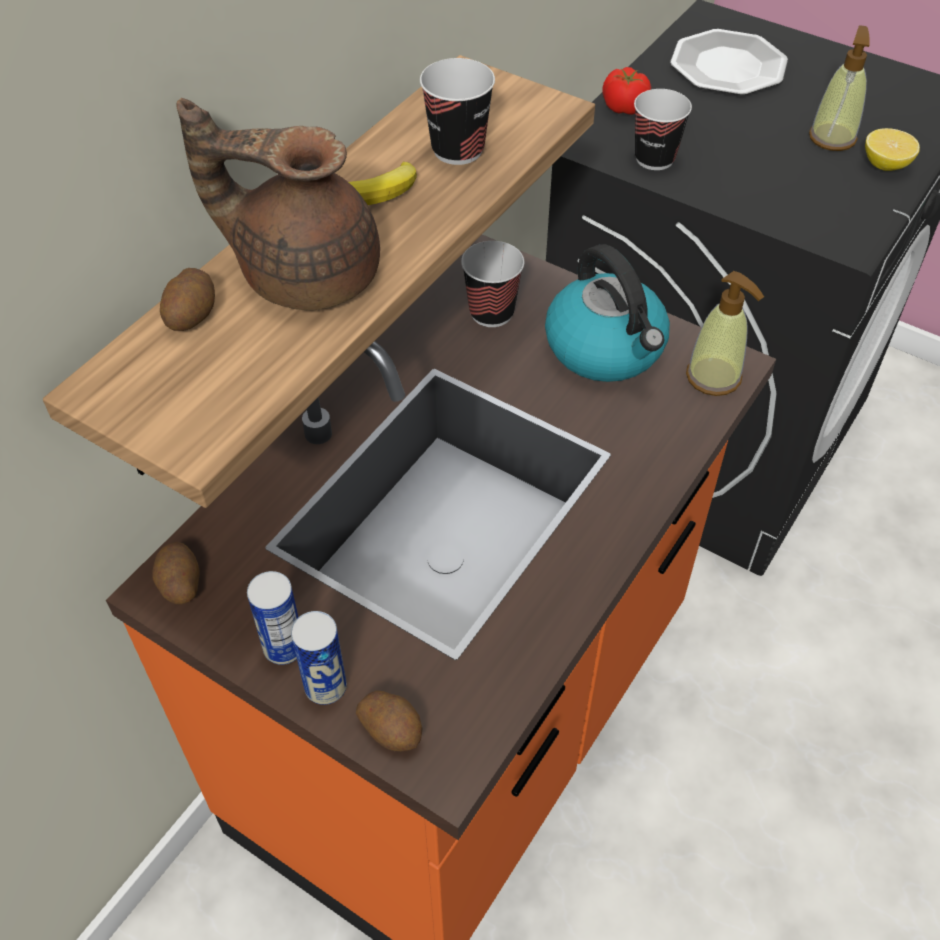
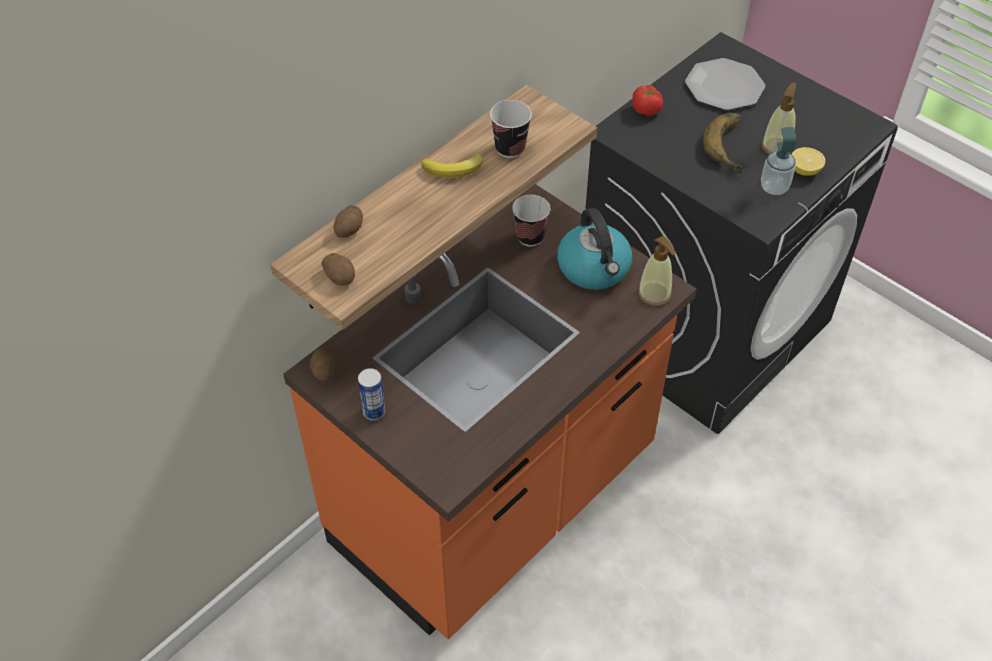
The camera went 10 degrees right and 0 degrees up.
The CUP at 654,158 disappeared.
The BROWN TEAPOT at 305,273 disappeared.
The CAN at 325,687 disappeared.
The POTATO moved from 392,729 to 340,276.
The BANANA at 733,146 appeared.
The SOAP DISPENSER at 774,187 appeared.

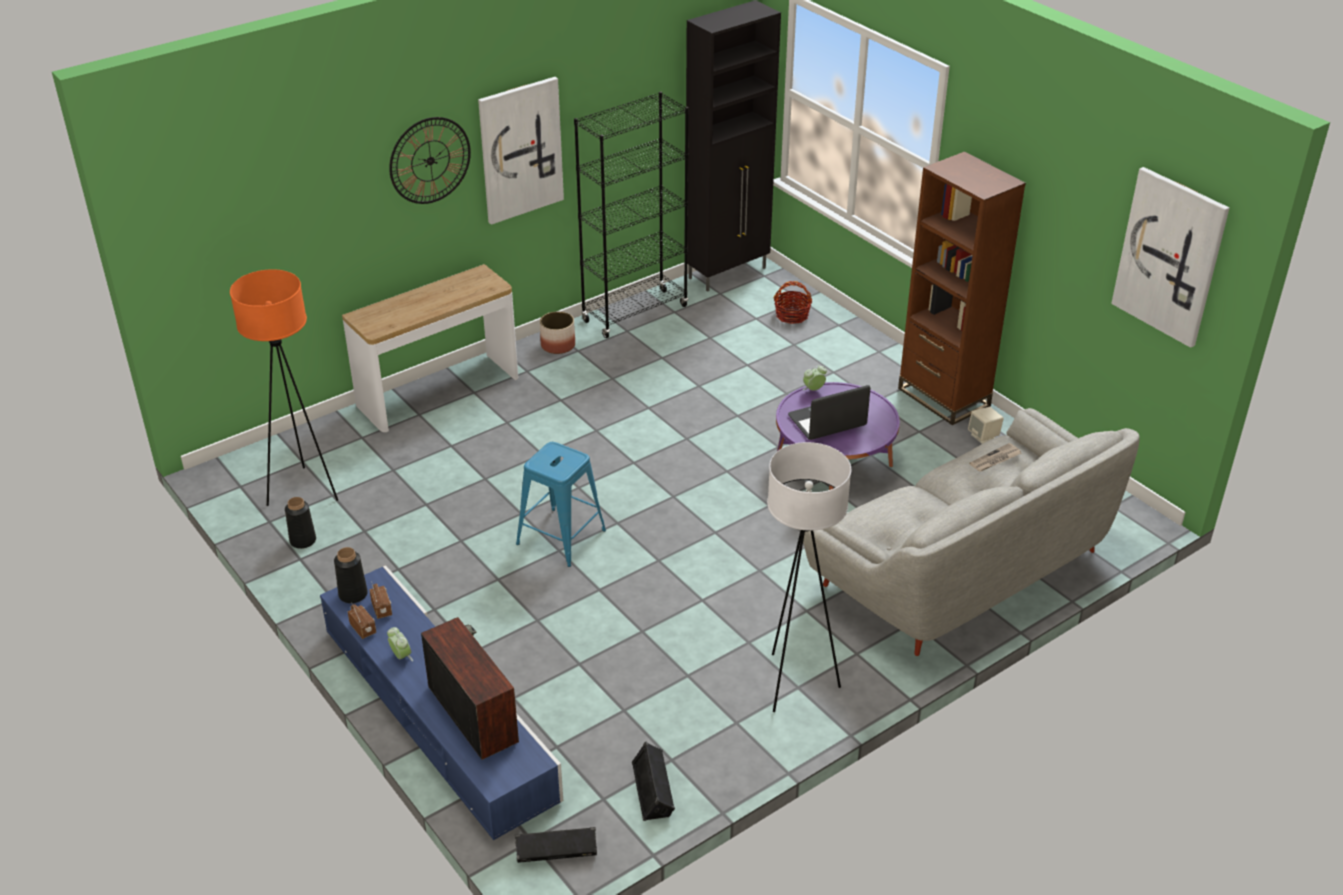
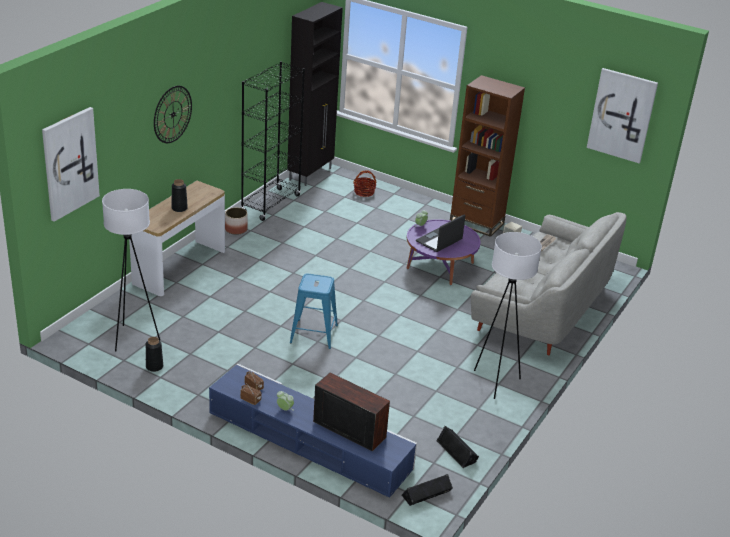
The camera went 25 degrees left and 5 degrees down.
The PICTURE moved from 520,150 to 70,163.
The ORANGE FLOOR LAMP at 303,491 became the WHITE FLOOR LAMP at 133,339.
The BLACK VASE moved from 353,594 to 179,208.

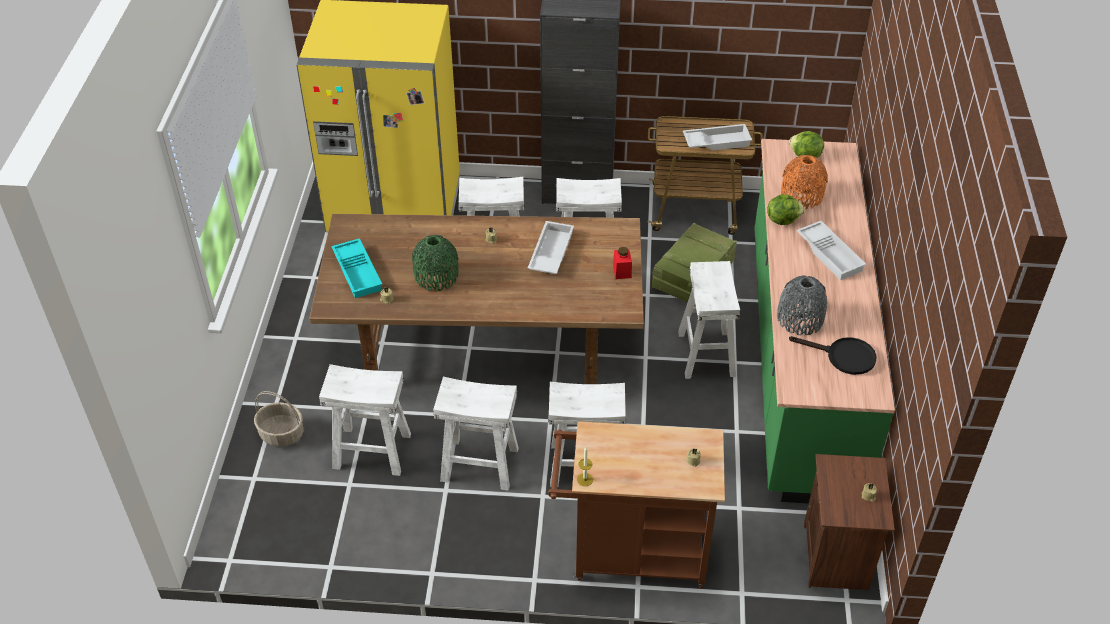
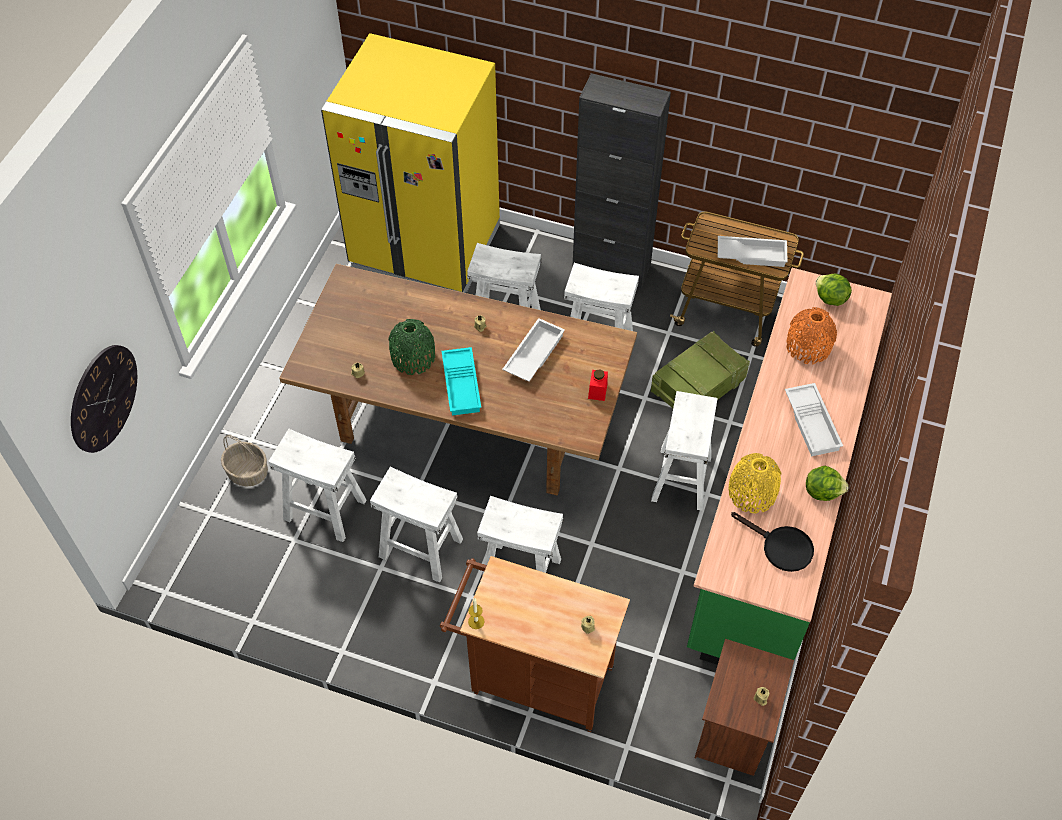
The camera went 15 degrees right and 10 degrees up.
The LETTUCE moved from 782,219 to 822,491.
The TURQUOISE TRAY moved from 358,272 to 462,385.
The GREY VASE at 800,319 became the YELLOW VASE at 752,493.
The WALL CLOCK at 103,398 appeared.

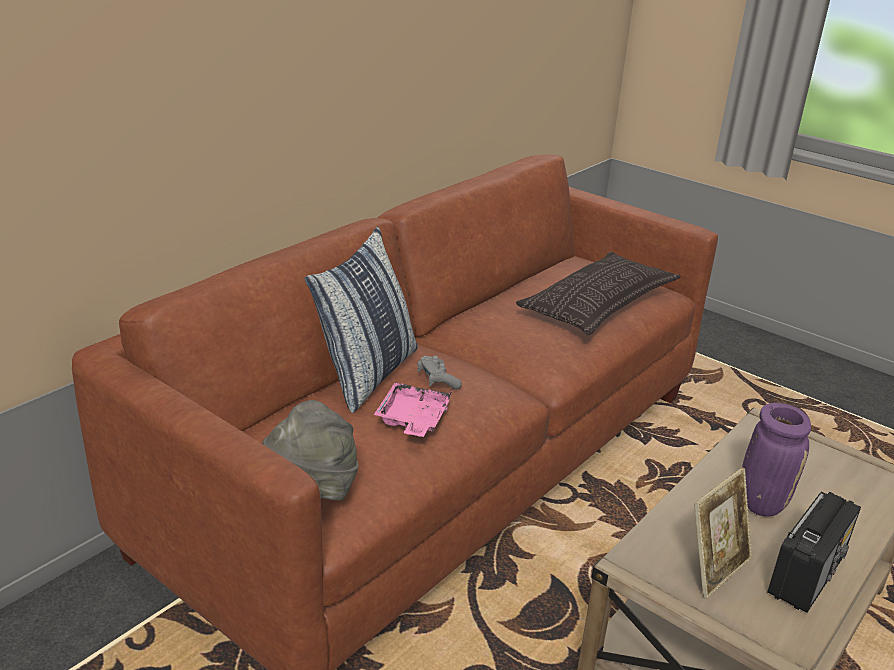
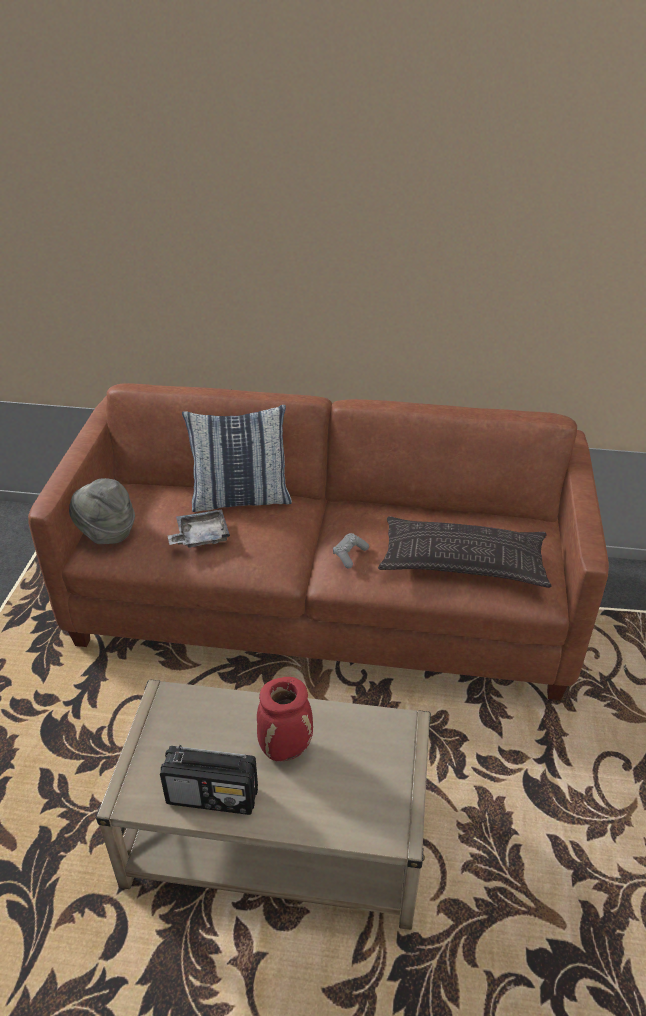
The camera went 60 degrees right and 10 degrees up.
The GREY GAME CONTROLLER moved from 437,380 to 349,555.
The PINK TRAY at 412,420 became the GREY TRAY at 201,536.
The PURPLE VASE at 760,502 became the RED VASE at 286,748.
The PICTURE FRAME at 714,569 disappeared.

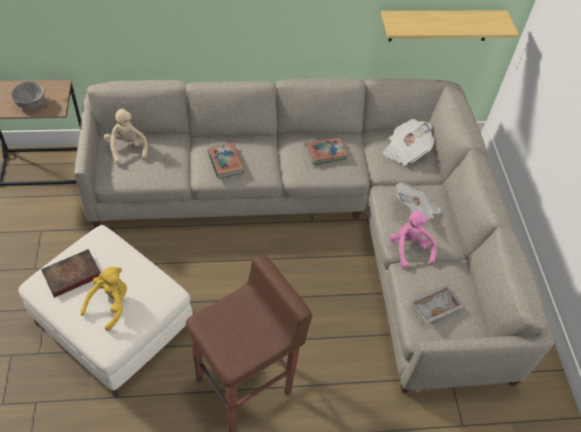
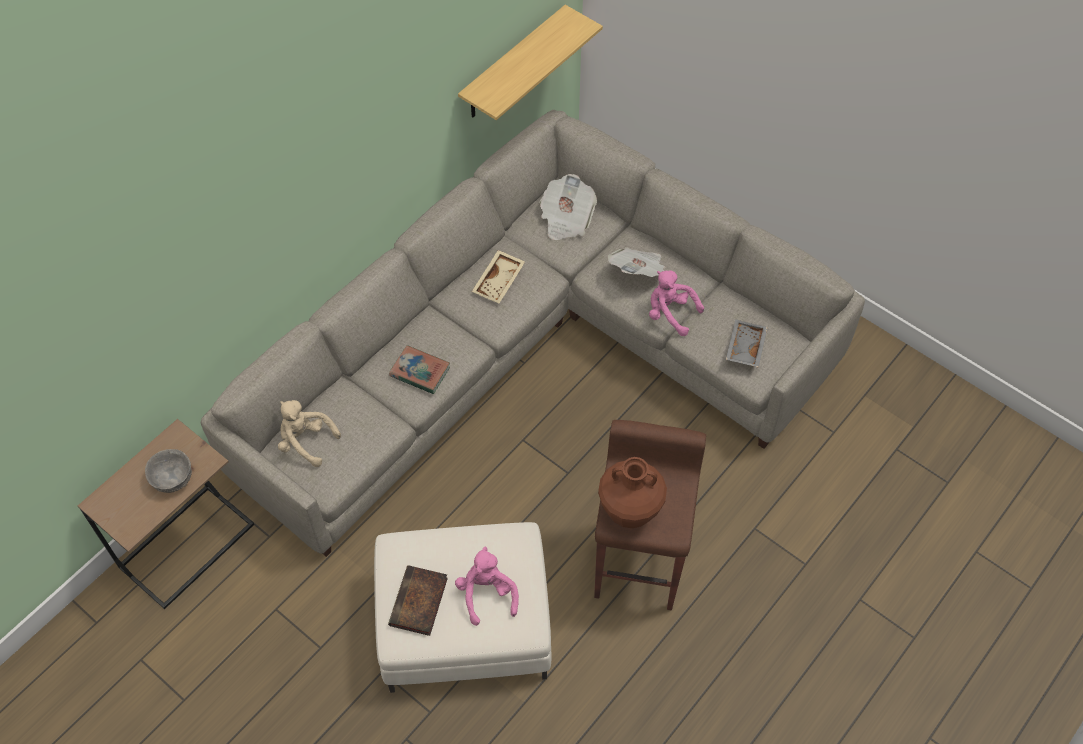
The camera went 40 degrees left and 5 degrees up.
The BOOK at 325,153 was replaced by the BEIGE TRAY at 499,282.
The YELLOW PLUSH TOY at 110,305 became the PINK PLUSH TOY at 487,594.
The BROWN VASE at 630,511 appeared.

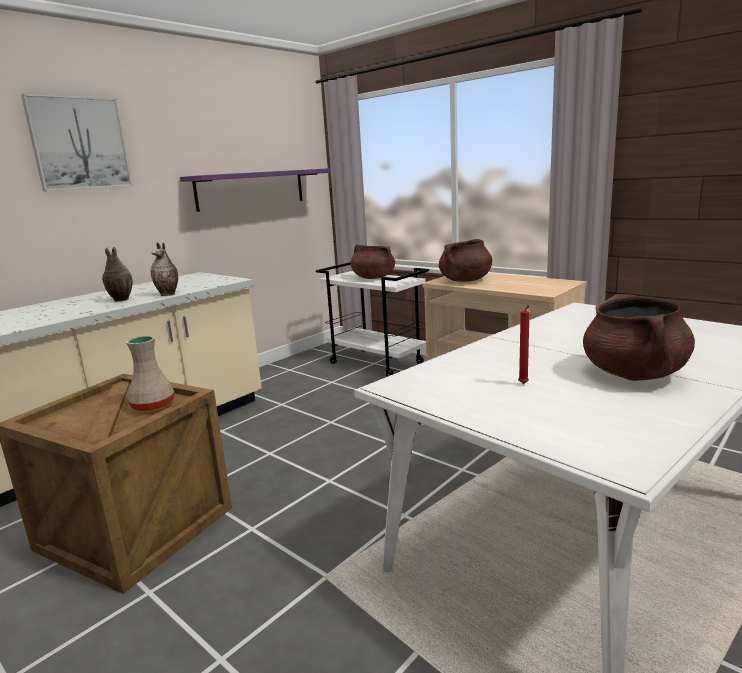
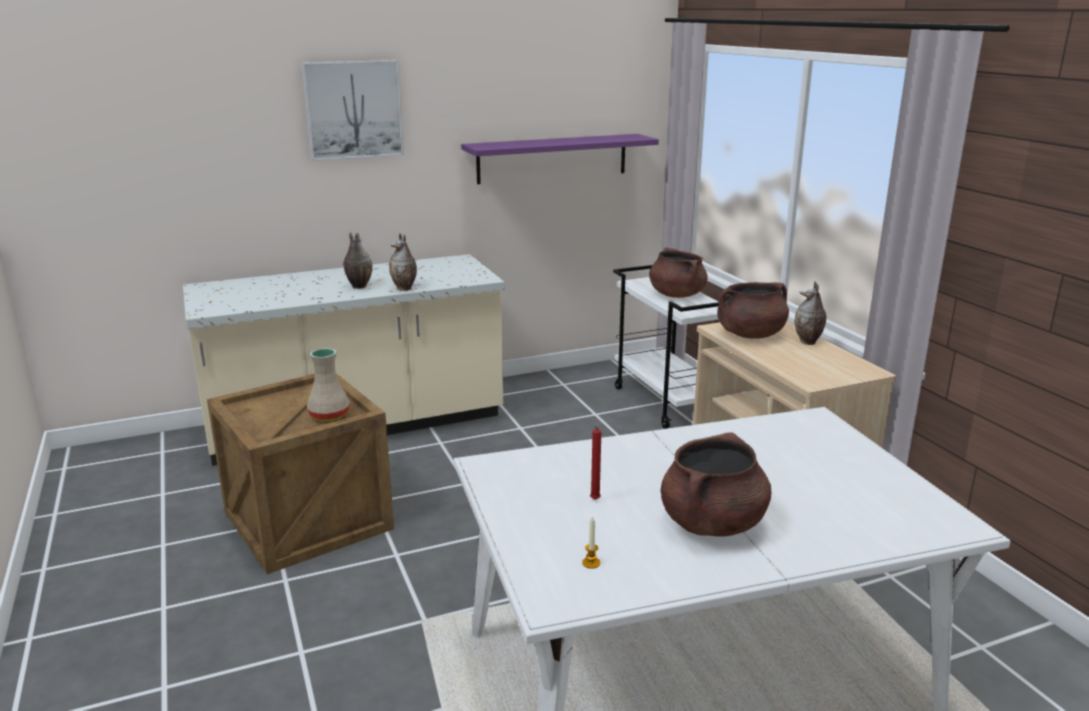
The camera went 25 degrees right and 5 degrees up.
The VASE at 808,342 appeared.
The CANDLE at 591,563 appeared.

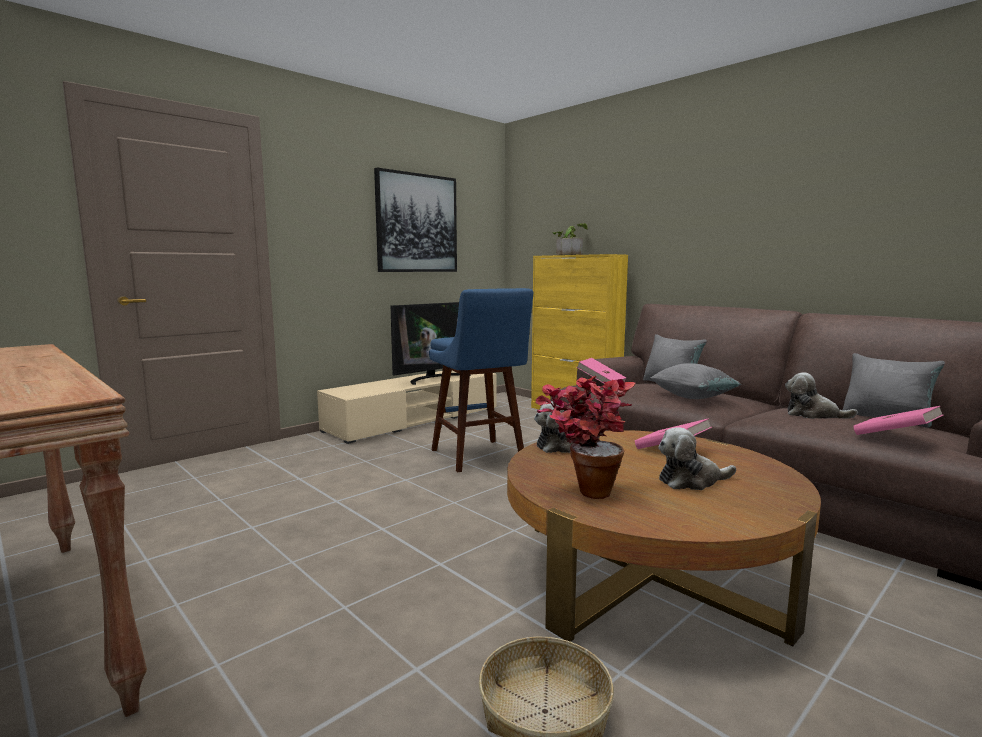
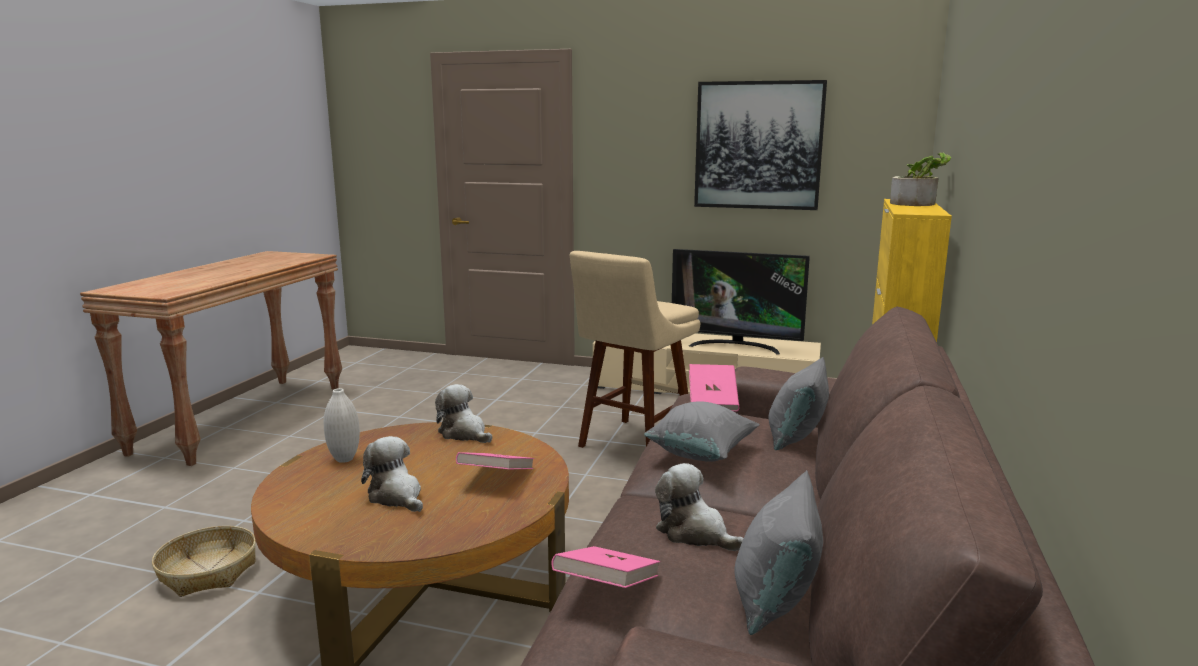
The camera went 60 degrees right and 5 degrees up.
The BLUE STOOL at 480,457 became the BEIGE STOOL at 632,444.
The PLUSH TOY at 813,415 turned 45 degrees counterclockwise.
The POTTED PLANT at 583,490 was replaced by the WHITE VASE at 344,459.

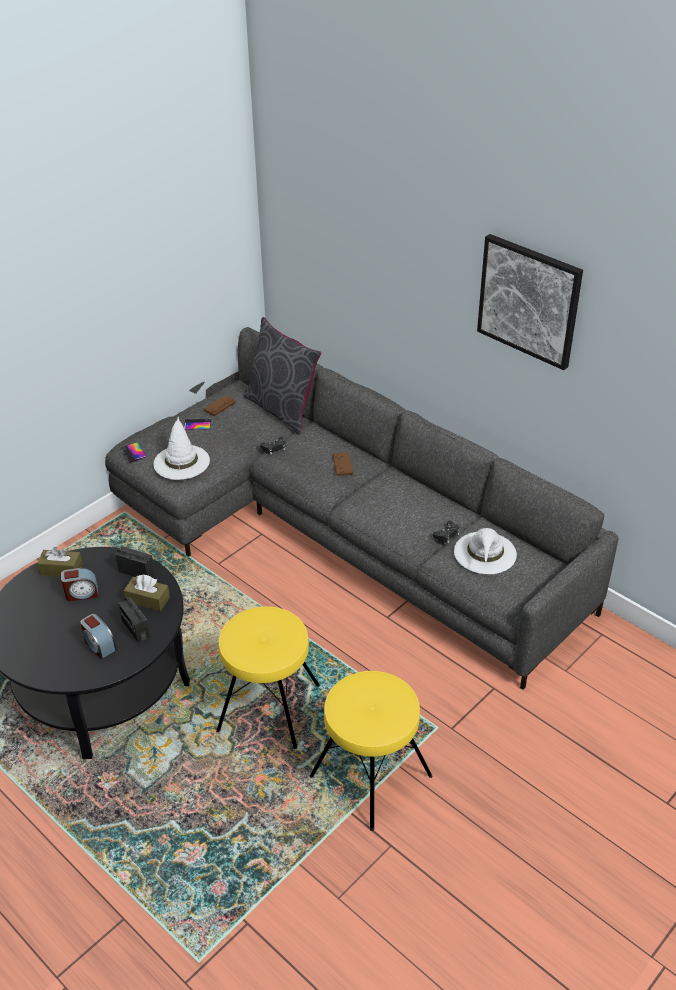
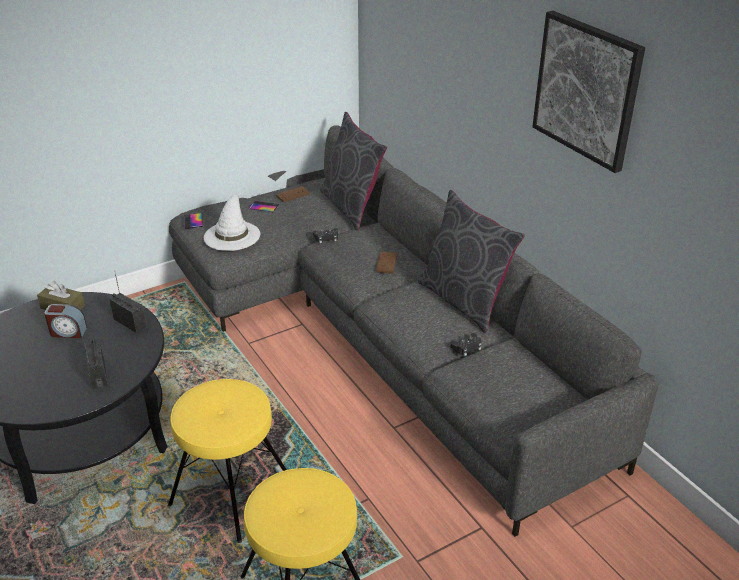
The camera went 15 degrees right and 5 degrees down.
The WHITE HAT at 485,553 disappeared.
The BROWN TISSUE BOX at 148,599 disappeared.
The ALARM CLOCK at 99,645 disappeared.
The GREY PILLOW at 464,300 appeared.

